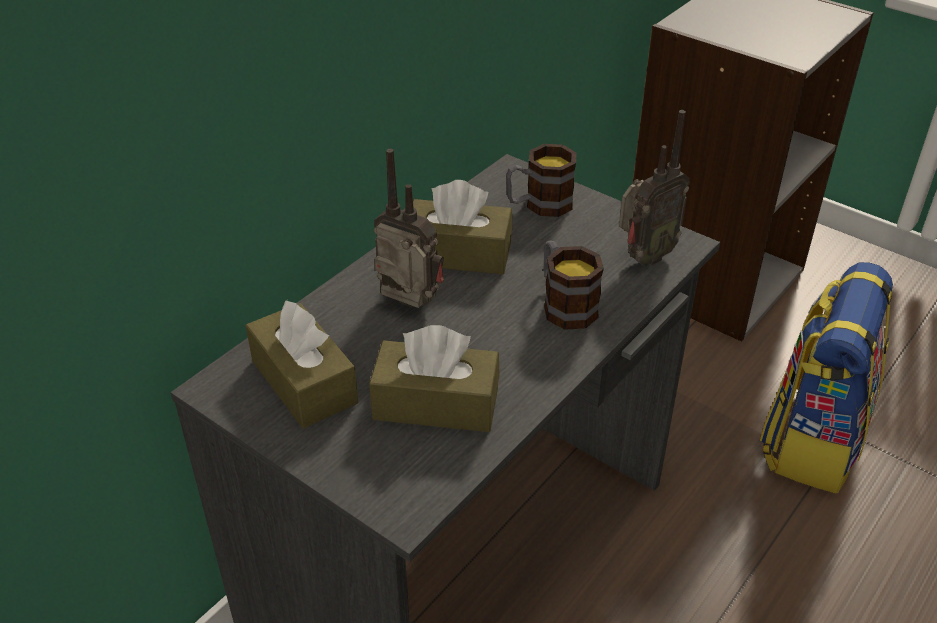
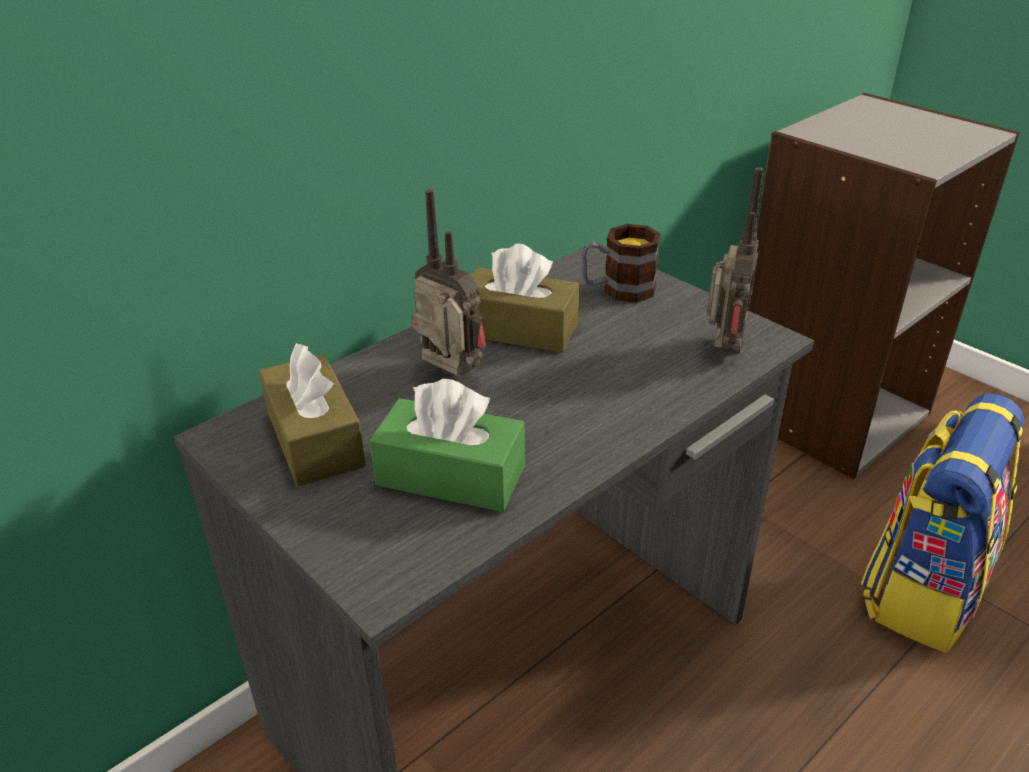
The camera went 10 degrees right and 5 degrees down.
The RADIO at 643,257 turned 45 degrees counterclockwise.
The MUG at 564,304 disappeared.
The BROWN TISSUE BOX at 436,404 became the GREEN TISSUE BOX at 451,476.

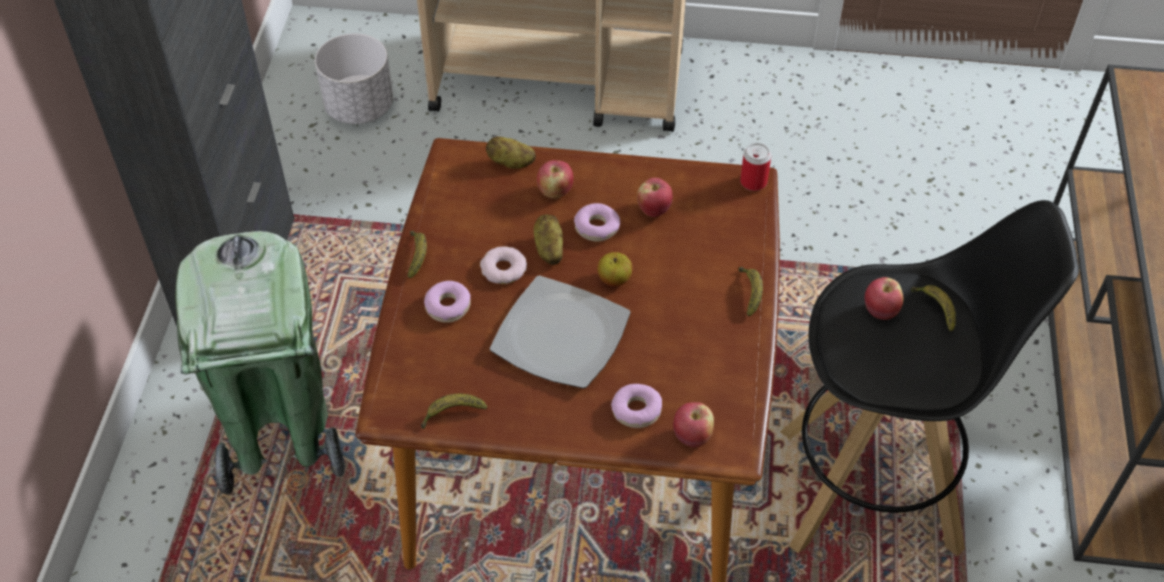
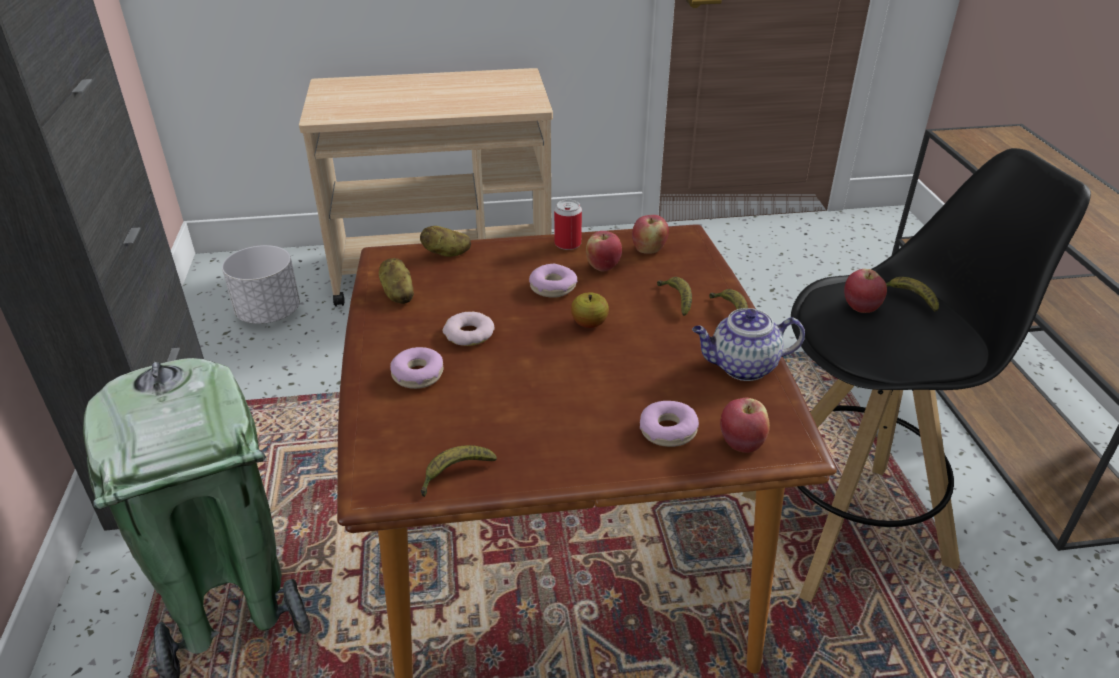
The camera went 15 degrees left and 15 degrees down.
The CAN moved from 753,182 to 567,244.
The APPLE moved from 555,192 to 648,250.
The POTATO moved from 548,249 to 397,294.
The BANANA moved from 417,256 to 676,300.
The PLATE at 559,336 disappeared.
The TEAPOT at 742,367 appeared.

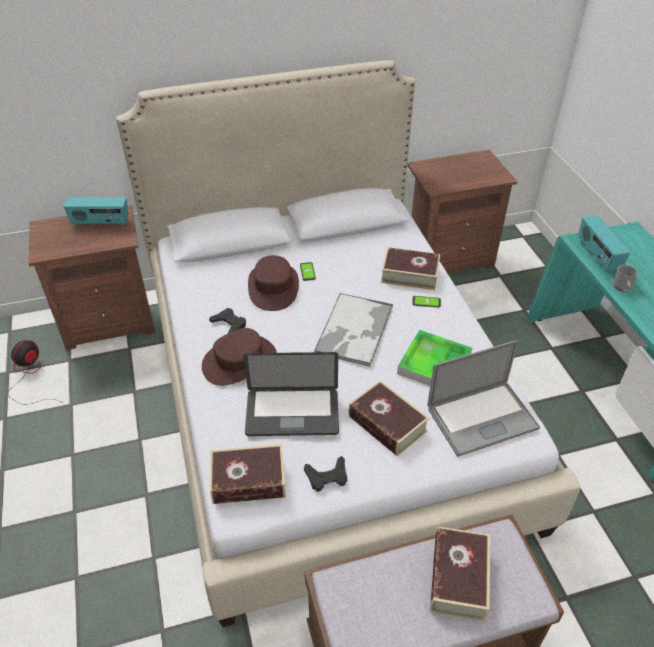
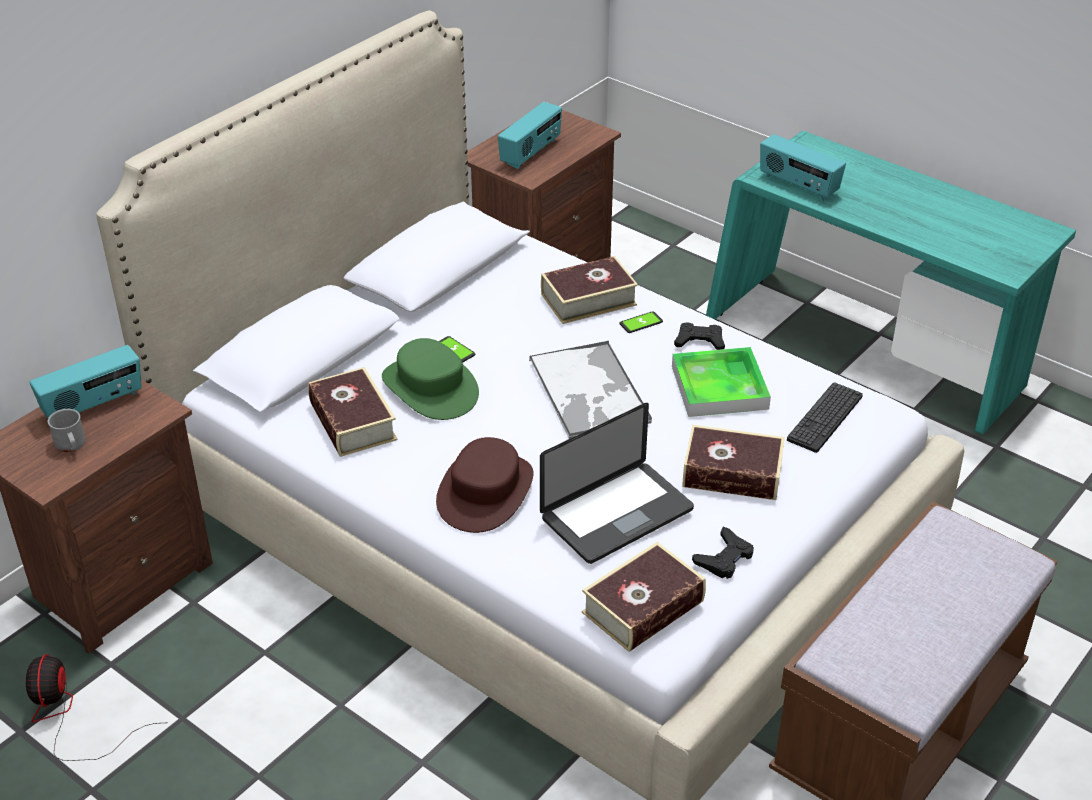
The camera went 35 degrees left and 5 degrees down.
The BROWN HAT at 273,287 became the GREEN HAT at 430,387.
The GREY MUG moved from 622,287 to 71,445.
The BLACK GAME CONTROLLER moved from 229,324 to 699,341.
The LAPTOP at 482,418 was replaced by the KEYBOARD at 825,418.
The BOOK moved from 458,577 to 353,422.
The RADIO at 531,153 appeared.

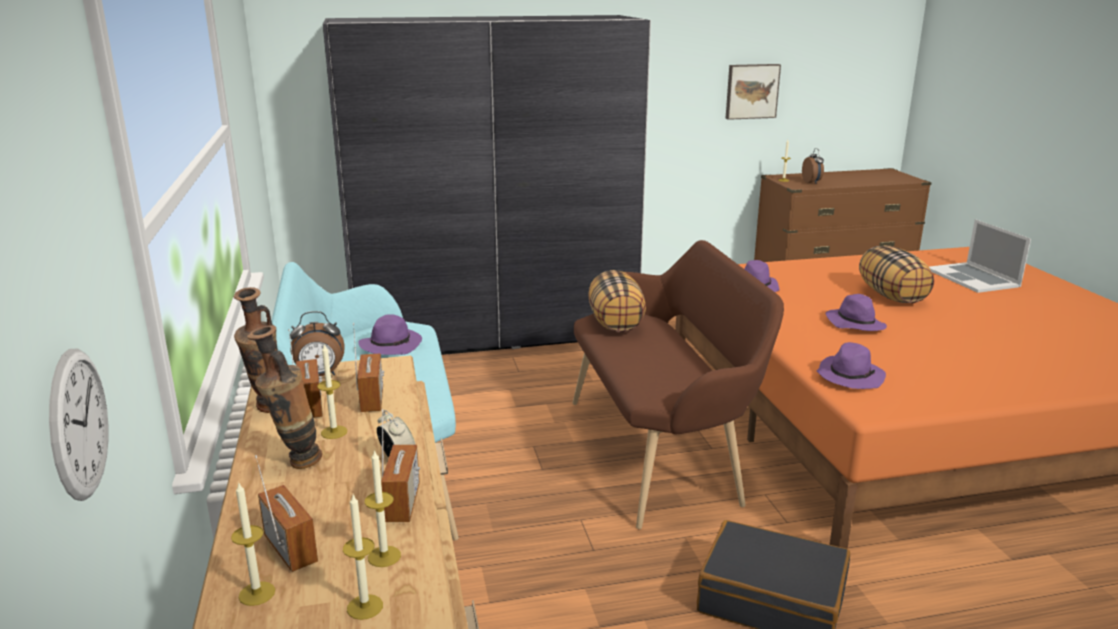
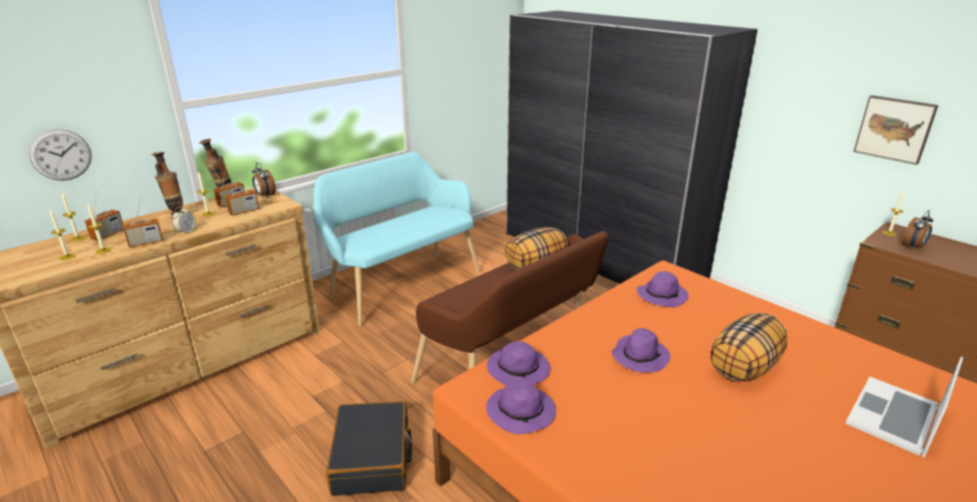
The camera went 60 degrees right and 5 degrees up.
The PURPLE HAT moved from 391,345 to 522,413.

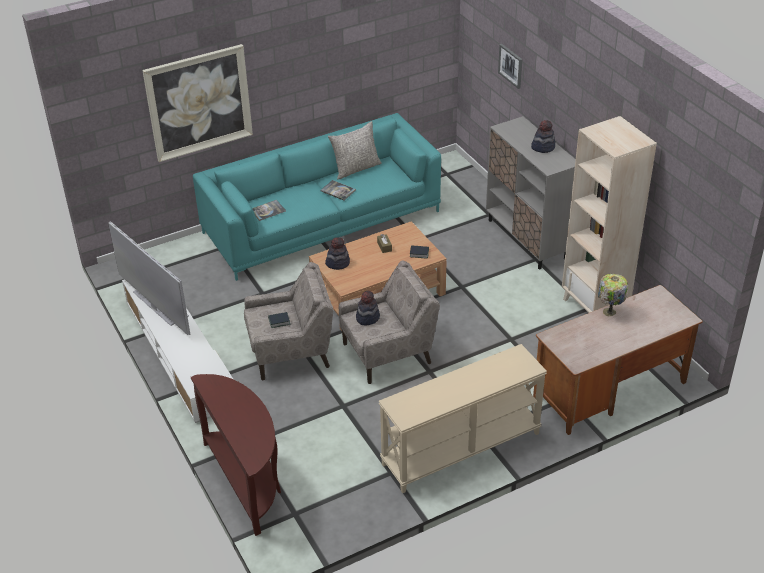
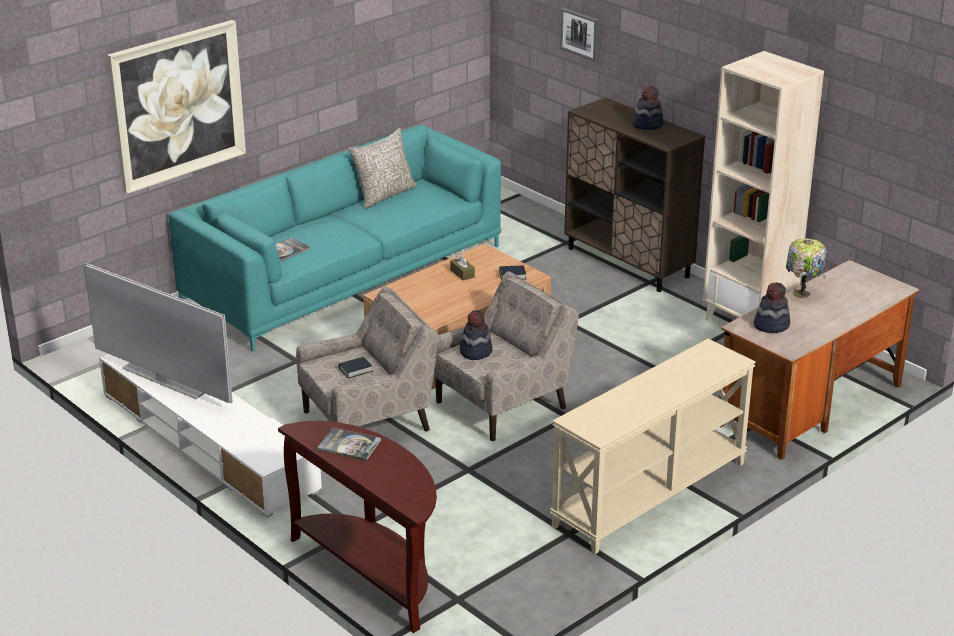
The camera went 15 degrees left and 10 degrees down.
The GREY CABINET at 527,239 became the BROWN CABINET at 628,263.
The BOOK moved from 338,191 to 349,445.
The HAT moved from 337,263 to 771,325.

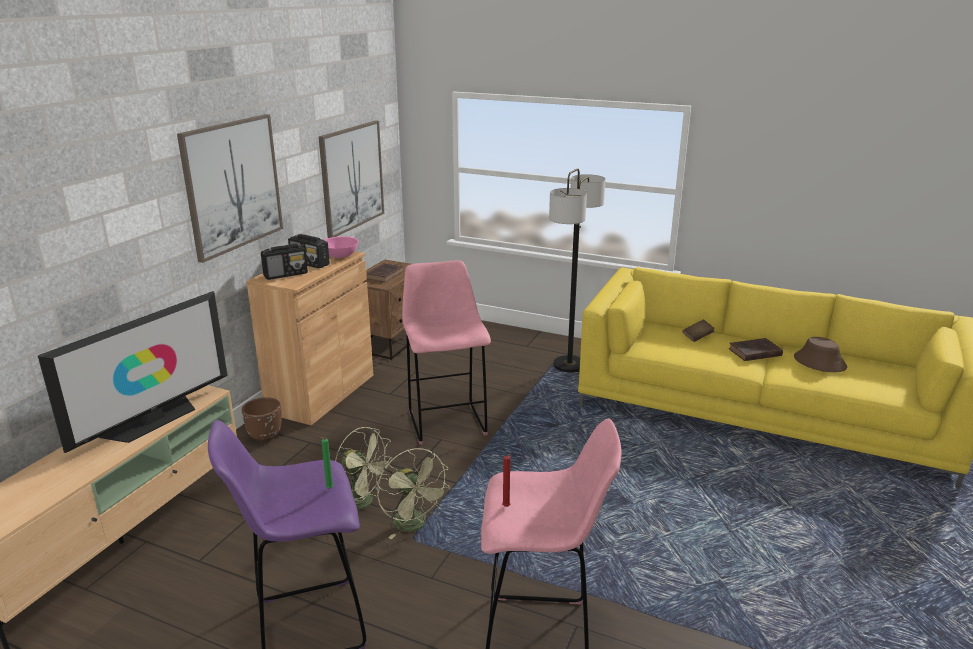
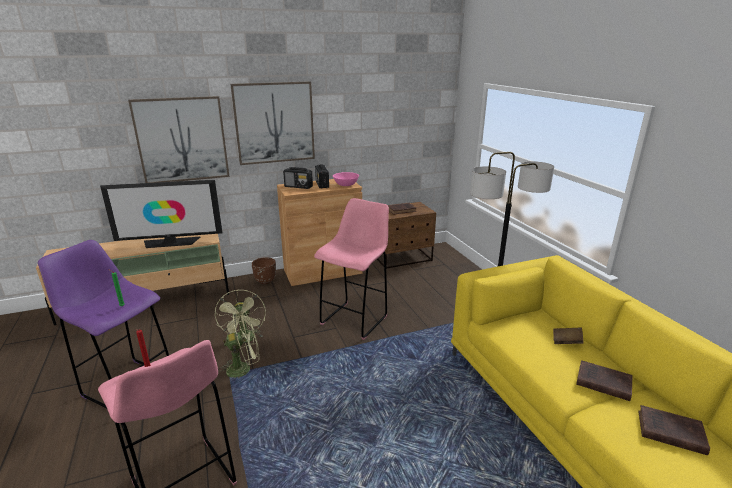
The camera went 45 degrees right and 0 degrees up.
The PICTURE moved from 352,177 to 182,140.
The BROWN HAT at 819,362 was replaced by the BROWN BOOK at 668,432.
The GREEN FAN at 414,525 turned 120 degrees counterclockwise.

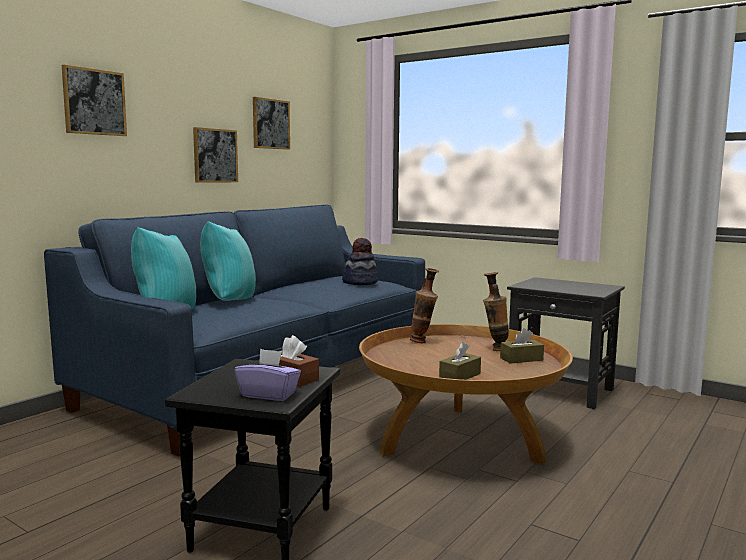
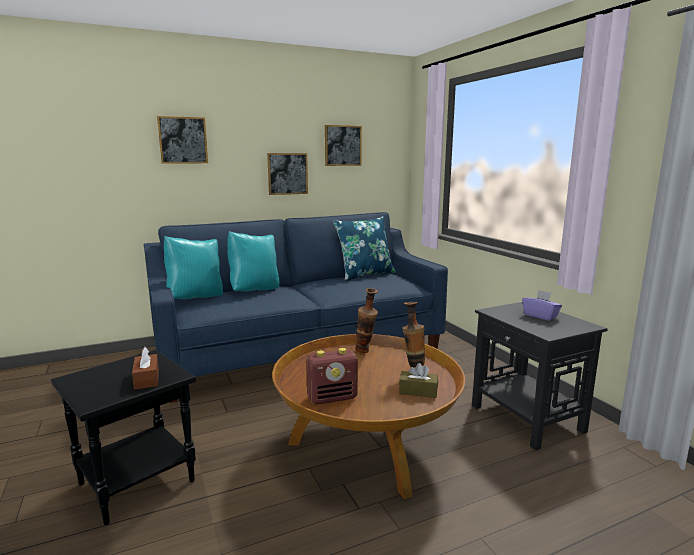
The camera went 30 degrees right and 5 degrees up.
The HAT at 360,282 disappeared.
The BROWN TISSUE BOX at 460,376 was replaced by the RADIO at 332,398.
The PURPLE TISSUE BOX moved from 269,394 to 540,316.
The BLUE PILLOW at 365,274 appeared.

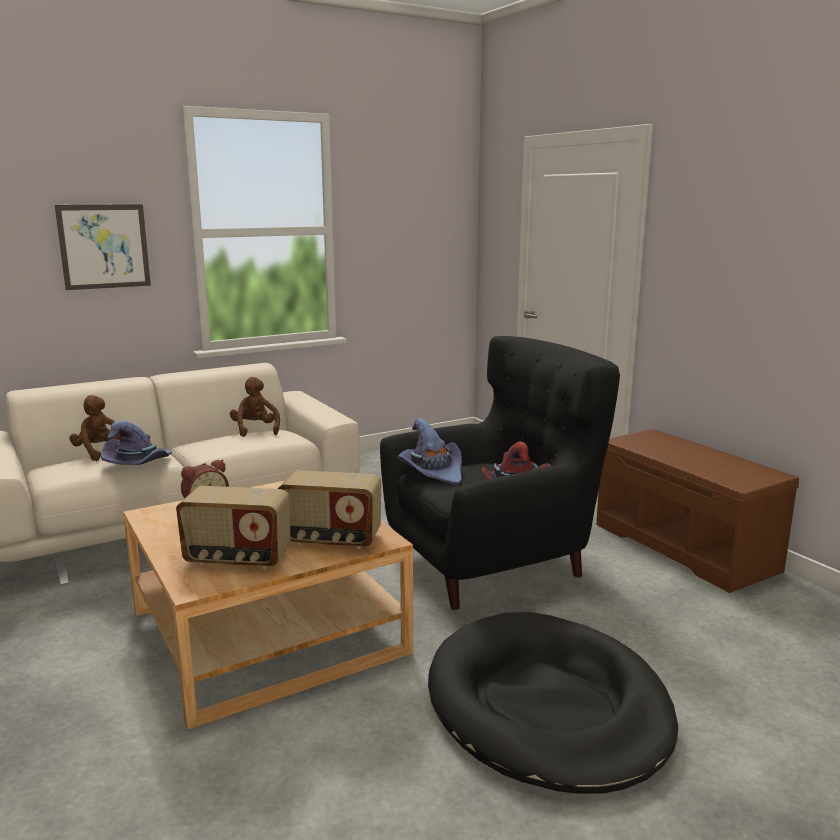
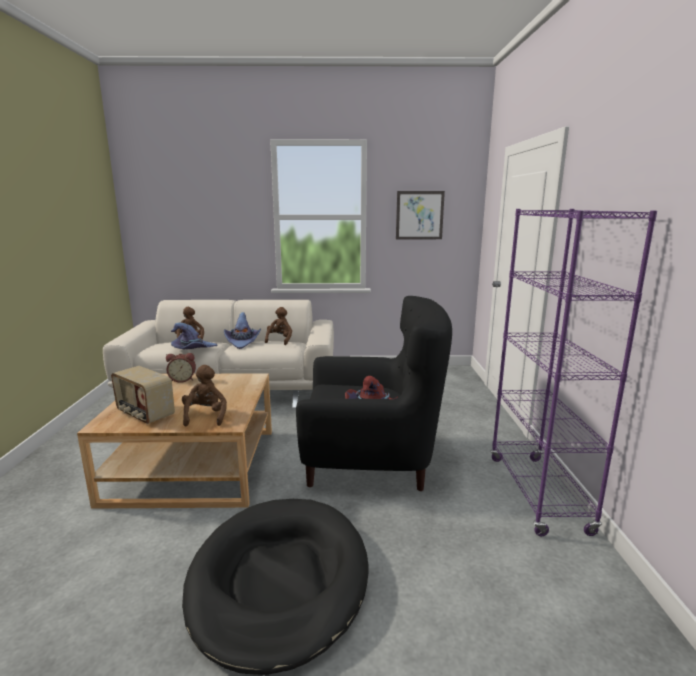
The camera went 30 degrees right and 0 degrees up.
The PICTURE moved from 104,246 to 419,215.
The PURPLE HAT moved from 432,472 to 243,342.
The BROWN BENCH at 686,547 was replaced by the PURPLE BOOKCASE at 537,494.
The RADIO at 331,540 was replaced by the BROWN PLUSH TOY at 205,416.

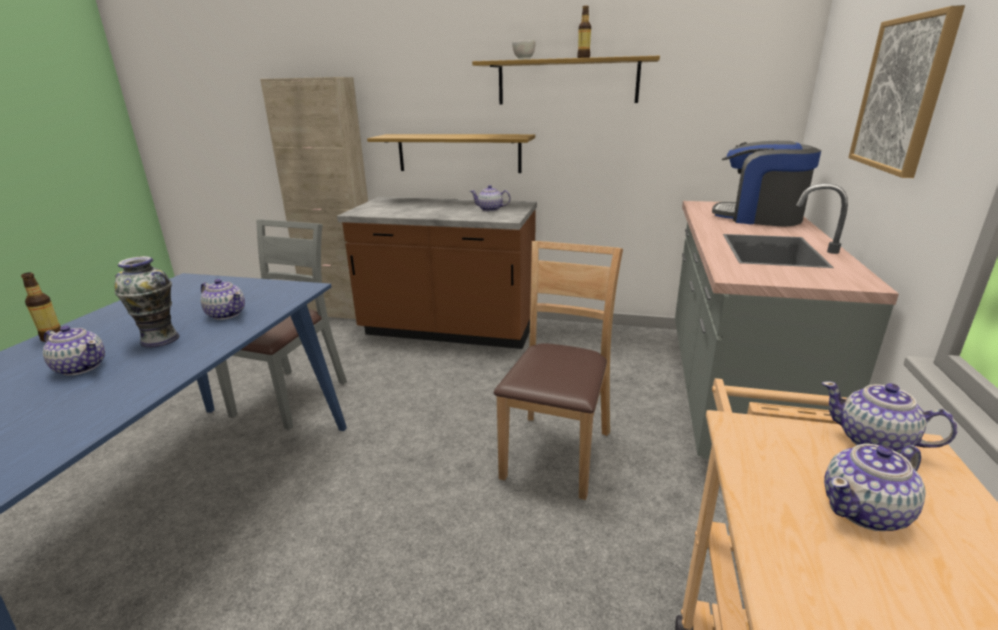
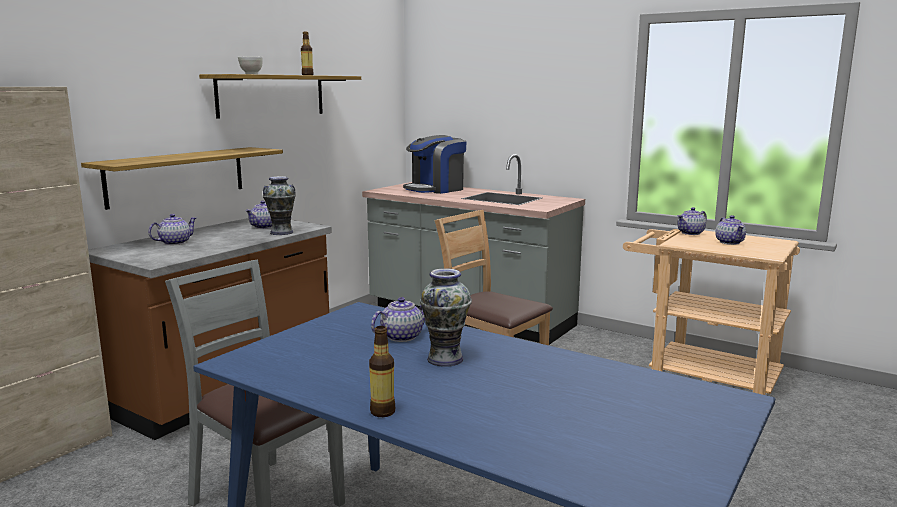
The camera went 70 degrees left and 10 degrees down.
The PICTURE at 902,94 disappeared.
The TEAPOT moved from 81,367 to 174,243.
The VASE at 281,232 appeared.

